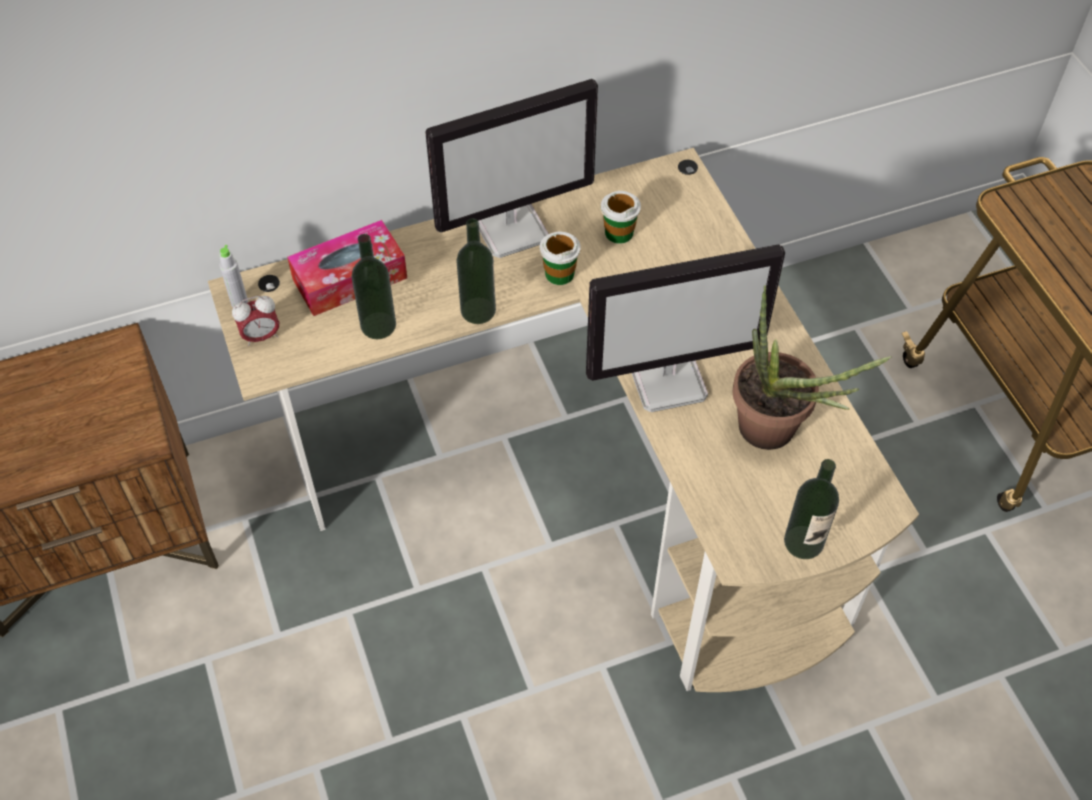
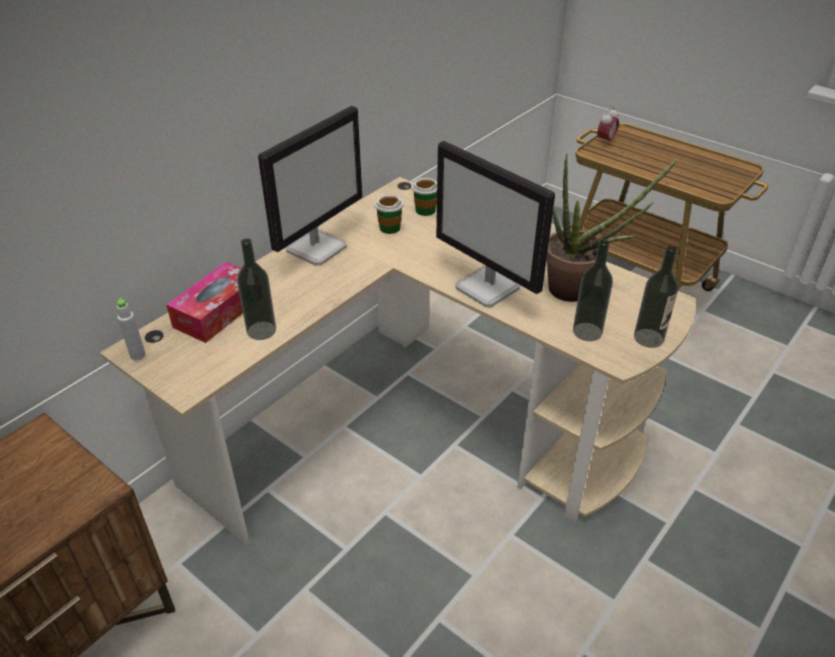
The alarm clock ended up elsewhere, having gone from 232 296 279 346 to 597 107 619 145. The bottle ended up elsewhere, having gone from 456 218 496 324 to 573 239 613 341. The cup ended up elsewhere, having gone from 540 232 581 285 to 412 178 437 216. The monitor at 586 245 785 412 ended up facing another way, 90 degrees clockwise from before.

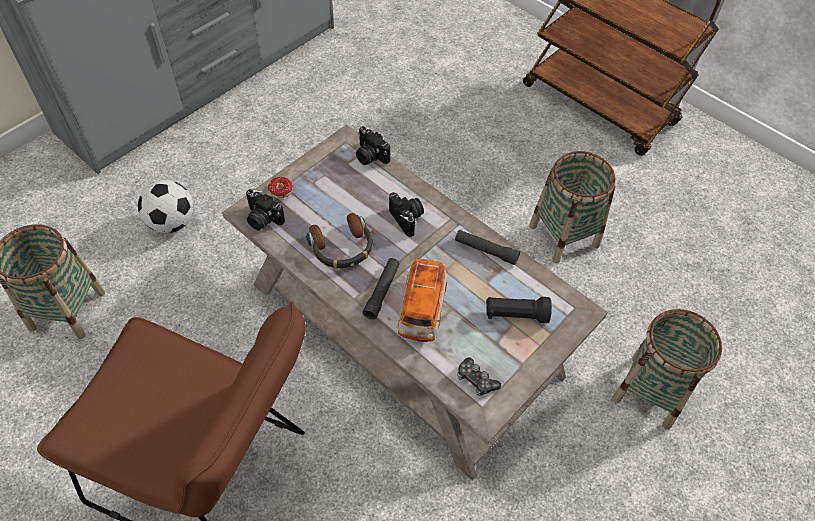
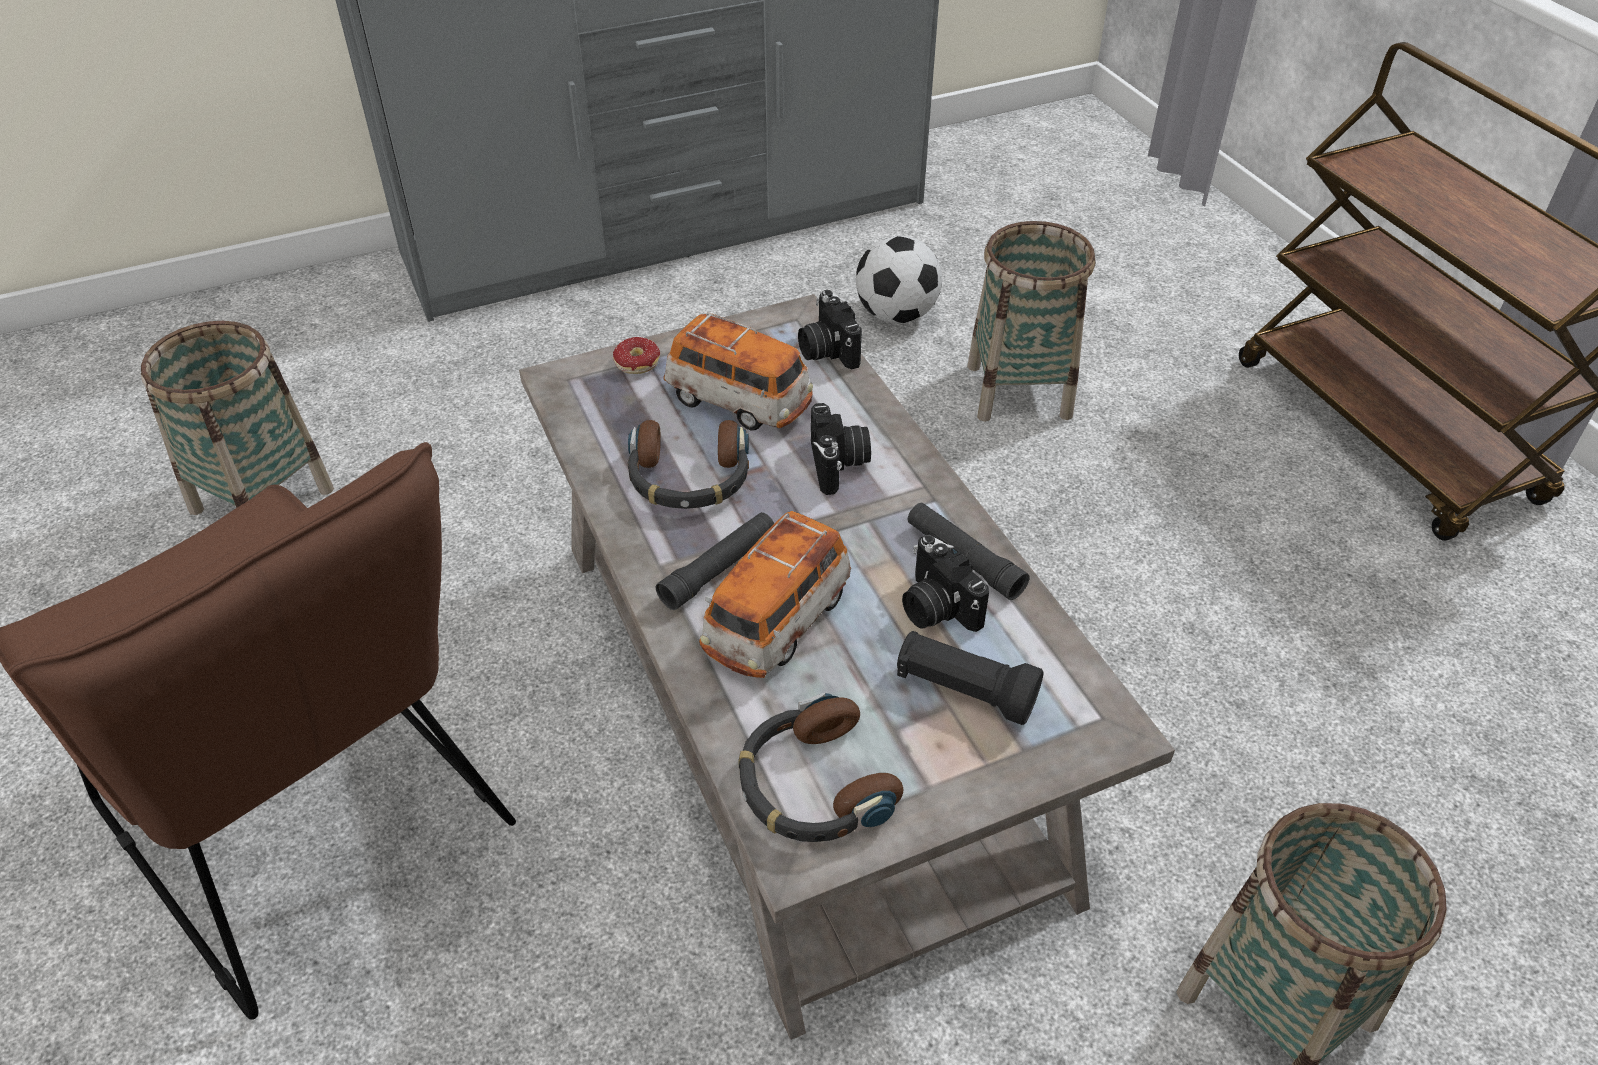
The football ended up elsewhere, having gone from 138 180 194 233 to 856 235 942 323. The photo camera ended up elsewhere, having gone from 245 189 285 231 to 902 535 989 632. Where the game controller stood at 457 357 501 396, the headphones came to stand at 738 693 903 842. The basket ended up elsewhere, having gone from 529 151 615 263 to 967 221 1095 421. The second view gained the toy car at 663 312 813 431.

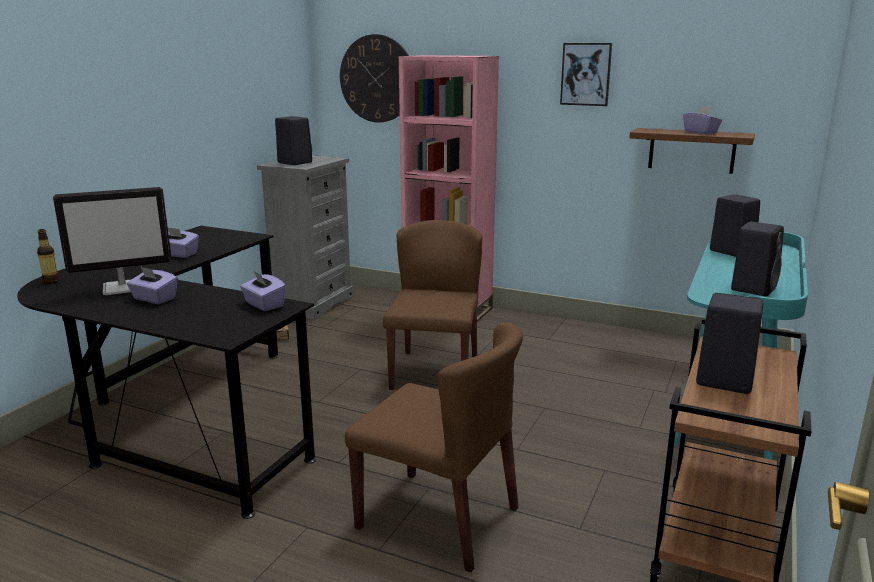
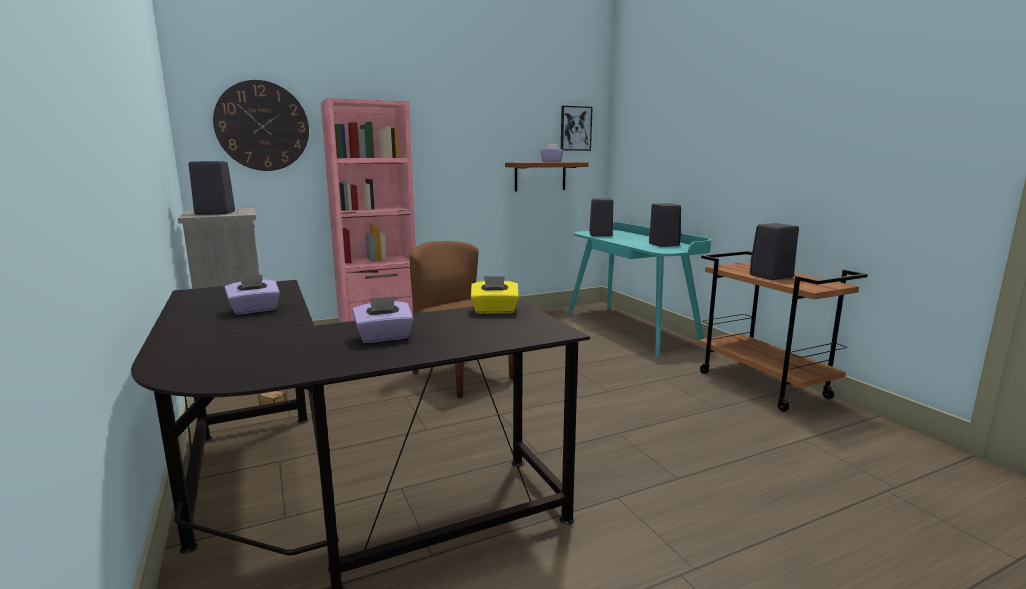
The second view lost the bottle at 37 229 59 284. The second view lost the monitor at 53 187 172 295. What was the tissue box (purple) at 240 270 286 311 turned into the tissue box (yellow) at 471 276 519 314. The second view lost the chair (brown) at 345 323 523 573. The picture ended up elsewhere, having gone from 560 43 612 106 to 561 106 593 151.

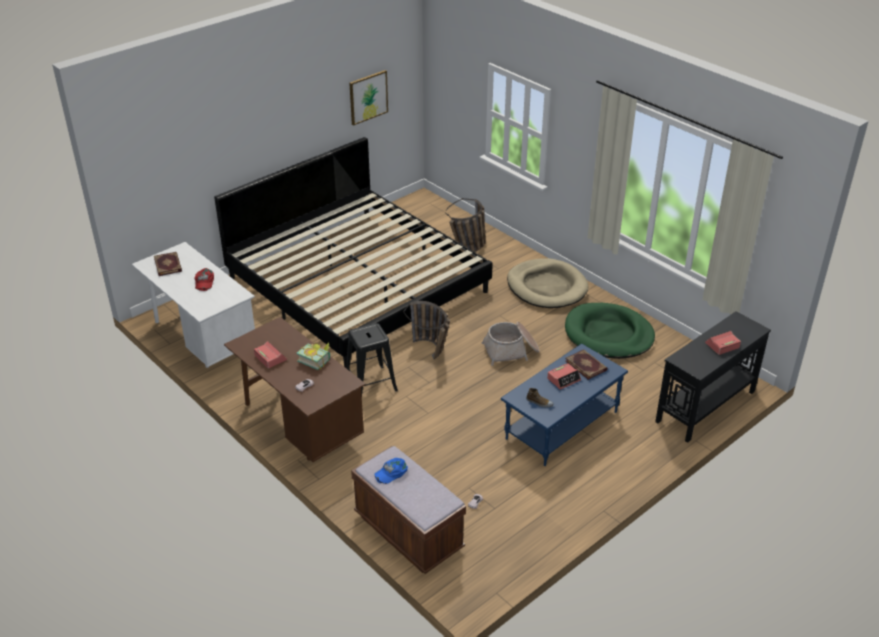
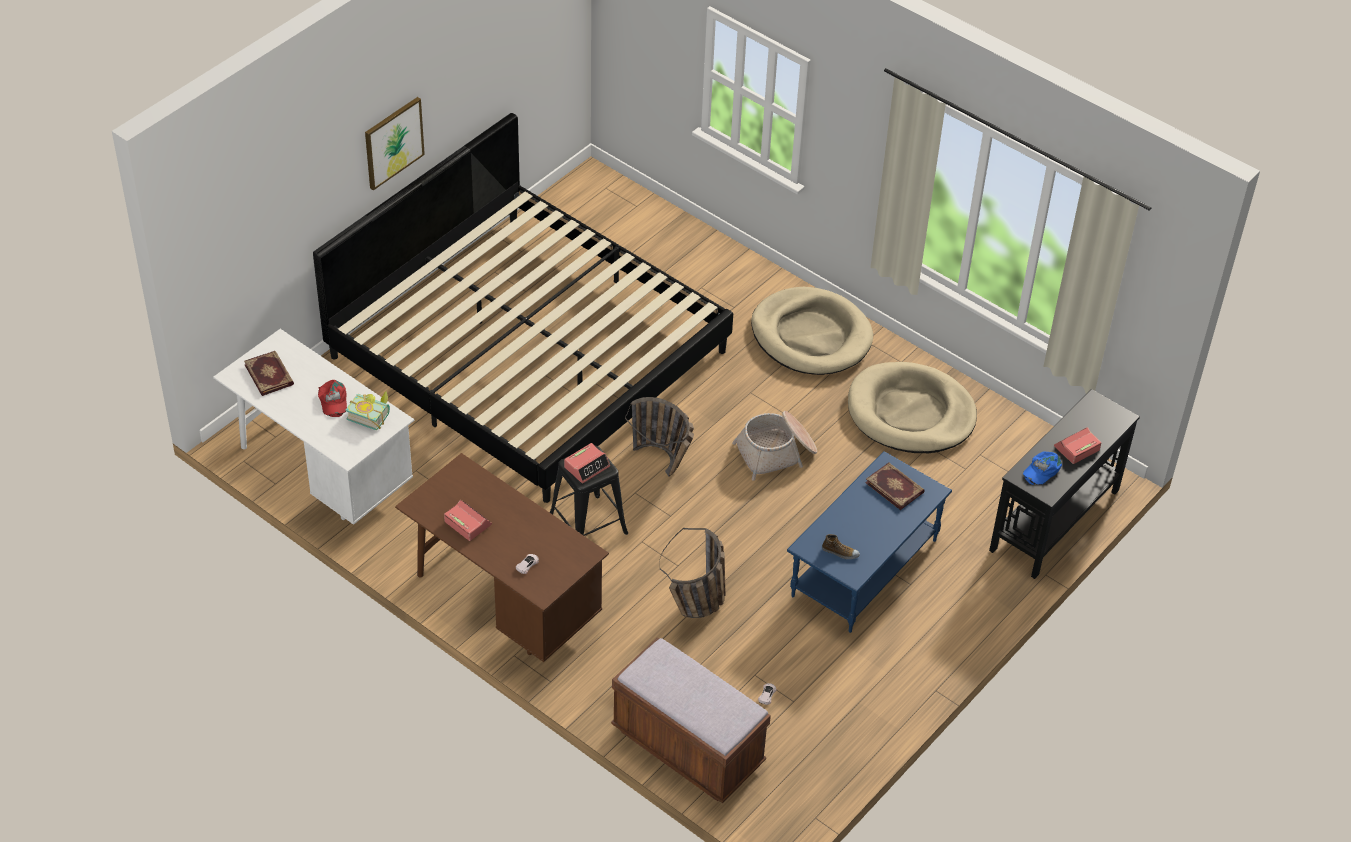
The book ended up elsewhere, having gone from 297 342 330 370 to 345 391 390 431. The picture ended up elsewhere, having gone from 349 70 388 125 to 365 97 425 190. The cap (blue) ended up elsewhere, having gone from 374 458 408 484 to 1023 452 1062 485. The basket ended up elsewhere, having gone from 446 198 486 252 to 659 528 726 618. The alarm clock ended up elsewhere, having gone from 547 363 581 390 to 564 443 610 483. What was the dog bed (green) at 565 303 655 359 turned into the dog bed (beige) at 848 362 977 453.

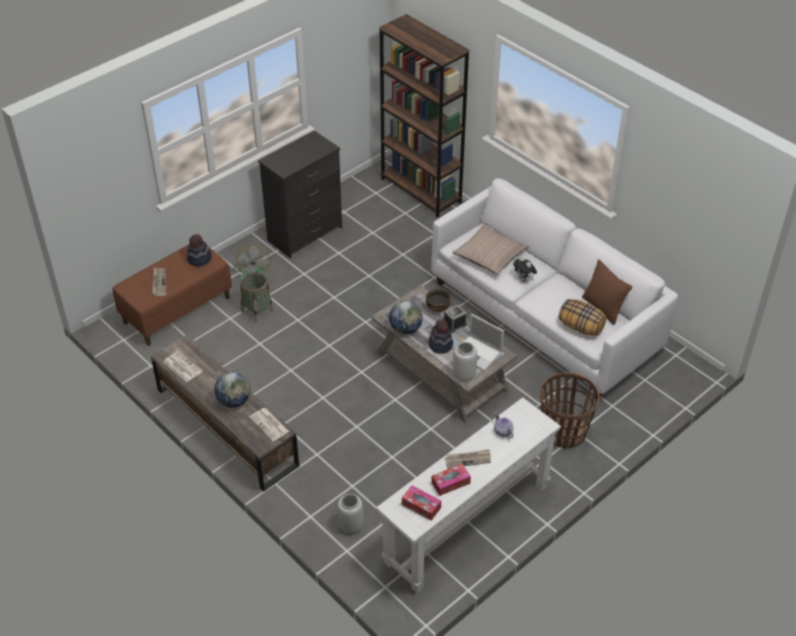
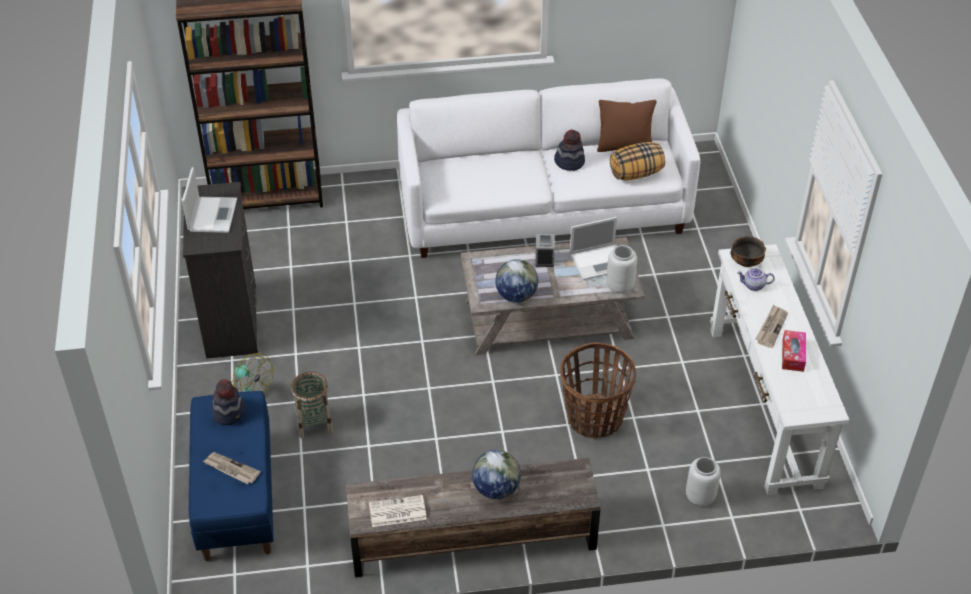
What was the bench (brown) at 113 244 232 346 turned into the bench (blue) at 189 391 274 561. The second view lost the newspaper at 249 408 289 441. The second view lost the tissue box at 402 485 441 520. The bowl ended up elsewhere, having gone from 426 288 451 312 to 730 236 766 267. The hat ended up elsewhere, having gone from 428 319 453 354 to 554 130 585 171. The second view lost the pillow at 452 225 529 275. The second view lost the plush toy at 513 257 537 282. The basket ended up elsewhere, having gone from 540 373 600 449 to 560 342 636 438. The second view gained the laptop at 182 167 237 233.

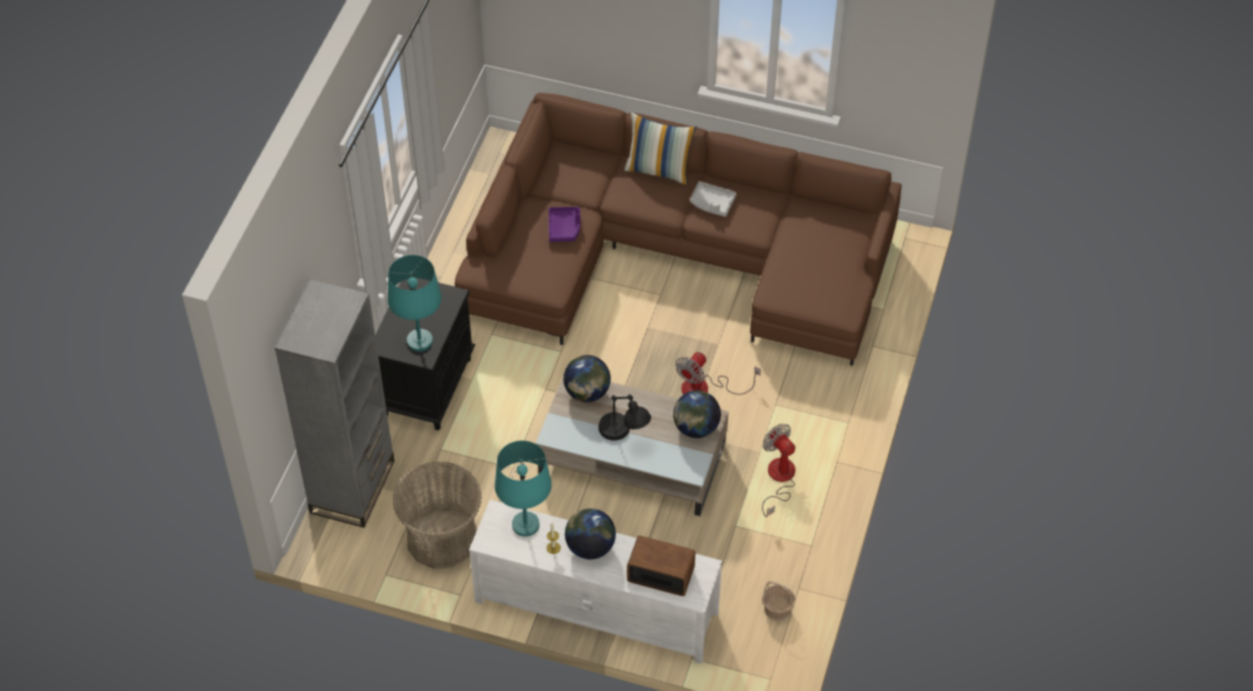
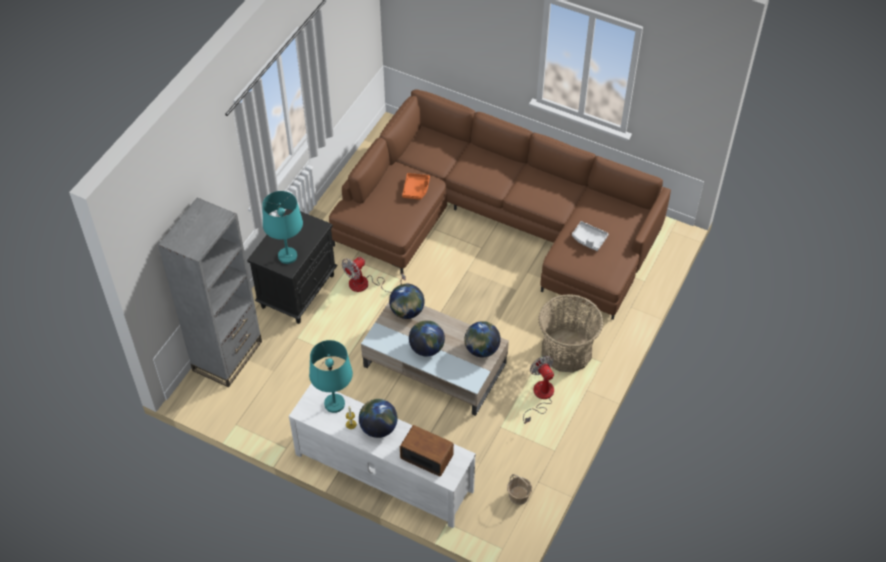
The basket ended up elsewhere, having gone from 392 461 482 569 to 538 294 603 372. What was the tray (purple) at 549 207 581 242 turned into the tray (orange) at 402 173 430 200. Where the table lamp (black) stood at 598 394 651 441, the globe came to stand at 409 320 445 356. The second view lost the pillow at 624 112 696 185. The fan ended up elsewhere, having gone from 675 352 761 395 to 342 257 406 292. The tray (grey) ended up elsewhere, having gone from 690 181 736 217 to 572 221 608 251.

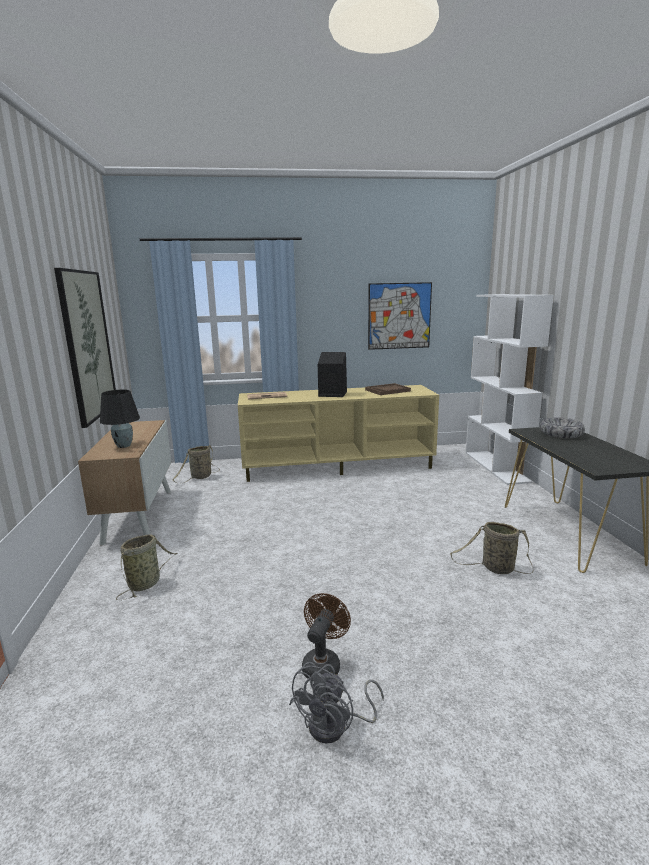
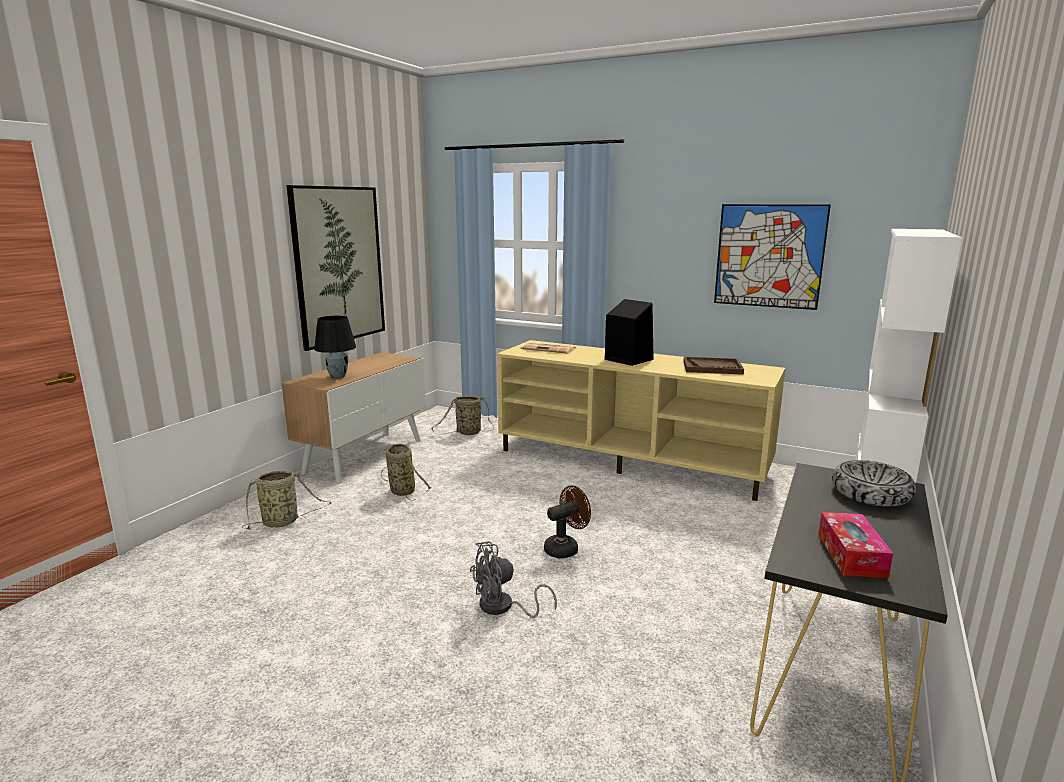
The fan (grey) ended up elsewhere, having gone from 289 662 384 744 to 470 541 557 618. The fan (brown) ended up elsewhere, having gone from 302 593 351 679 to 544 485 591 558. The basket ended up elsewhere, having gone from 450 522 534 574 to 381 443 431 500. The second view gained the tissue box at 818 512 893 579.

